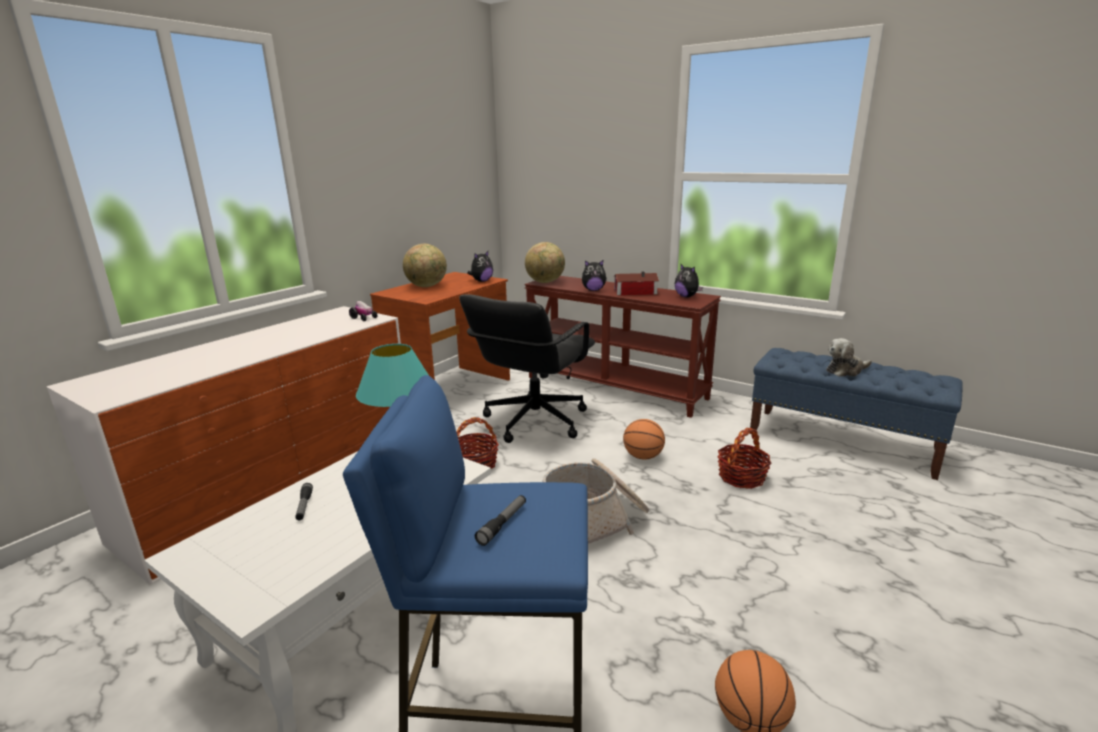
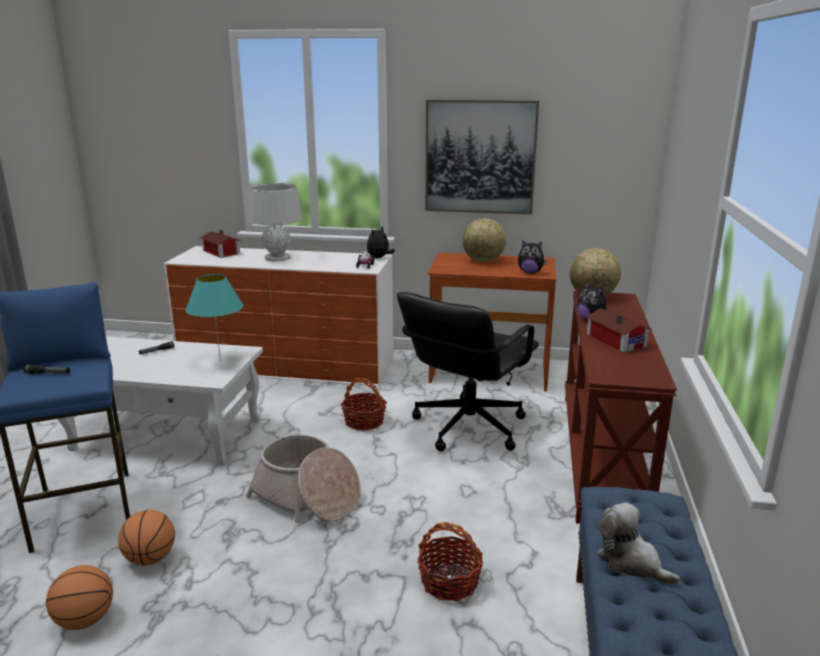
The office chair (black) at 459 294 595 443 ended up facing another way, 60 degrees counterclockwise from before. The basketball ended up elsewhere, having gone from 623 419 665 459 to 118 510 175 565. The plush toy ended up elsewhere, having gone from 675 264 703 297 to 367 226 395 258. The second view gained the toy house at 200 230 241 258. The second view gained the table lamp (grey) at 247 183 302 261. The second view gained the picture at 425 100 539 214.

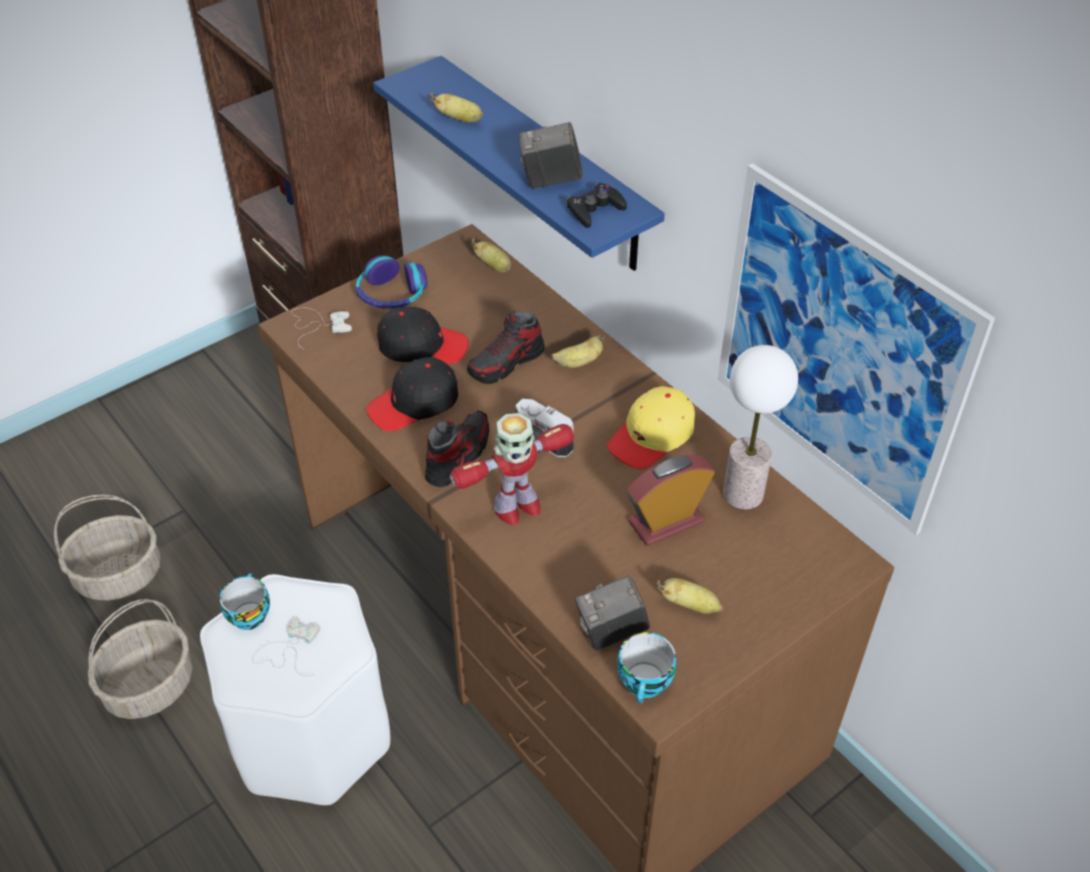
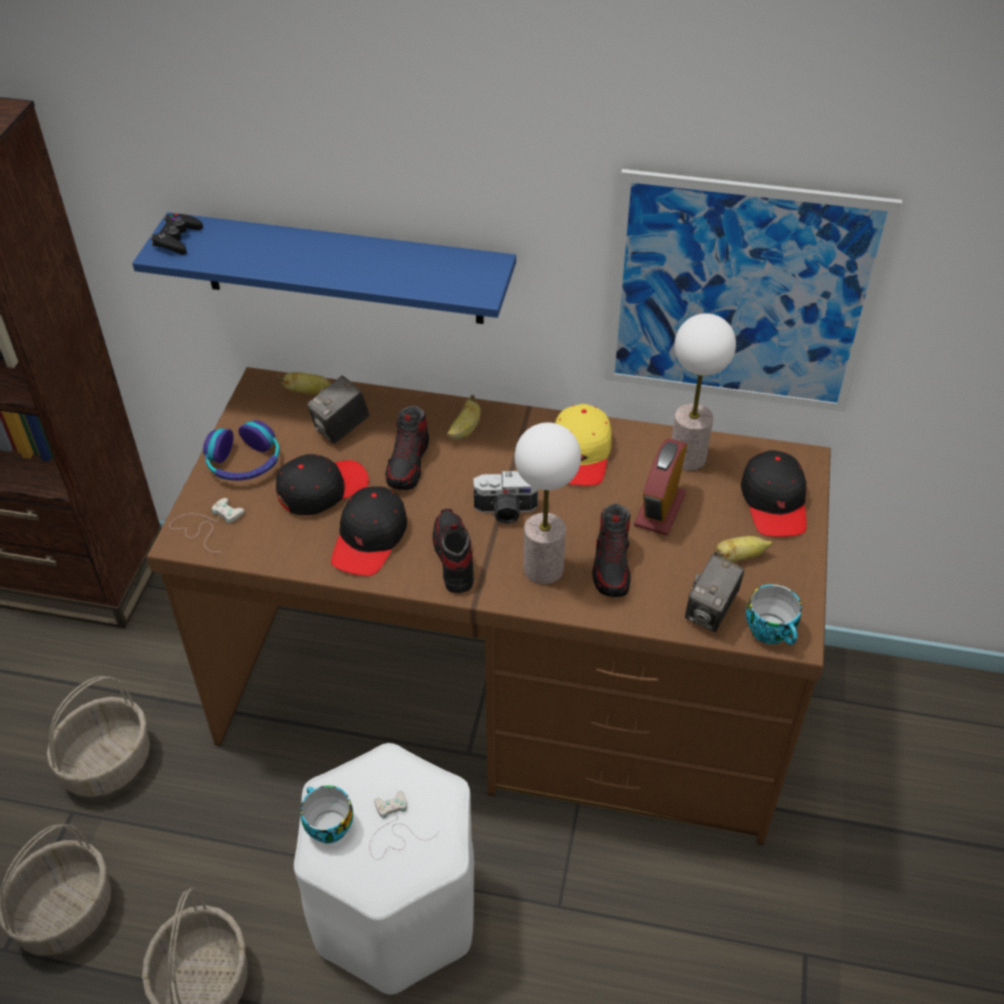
The second view lost the banana at 430 93 483 123. Where the toy robot stood at 450 413 574 525, the table lamp came to stand at 515 422 581 584. The photo camera ended up elsewhere, having gone from 519 122 583 189 to 307 376 370 444. The game controller (black) ended up elsewhere, having gone from 567 183 627 228 to 150 214 203 255. The second view gained the basket at 47 676 150 797. The second view gained the shoe at 592 503 631 597. The second view gained the cap (black) at 741 450 807 537.

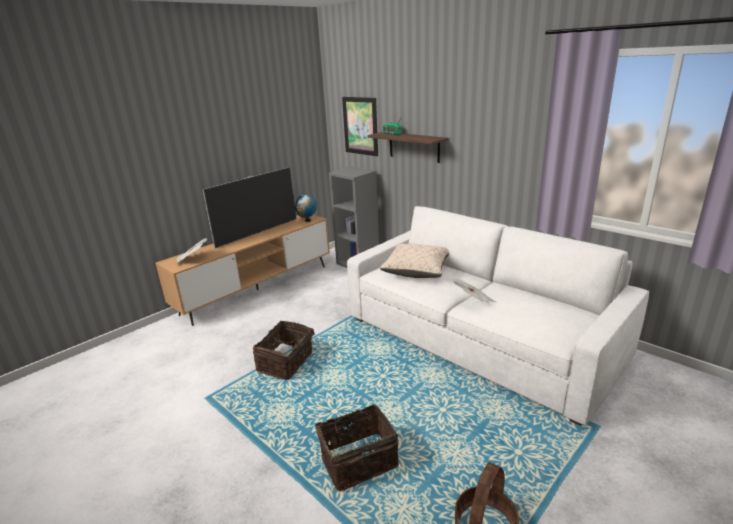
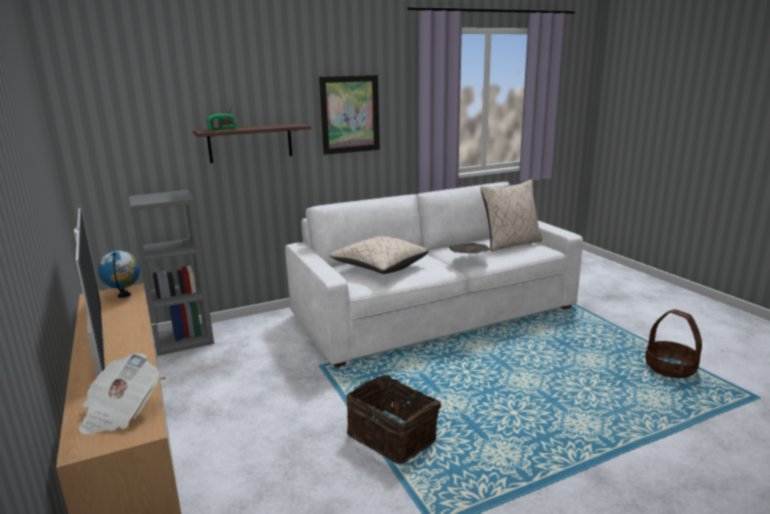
The second view lost the basket at 315 404 399 491. The picture ended up elsewhere, having gone from 342 97 378 156 to 319 75 380 155. The second view gained the pillow (beige) at 480 179 542 251.

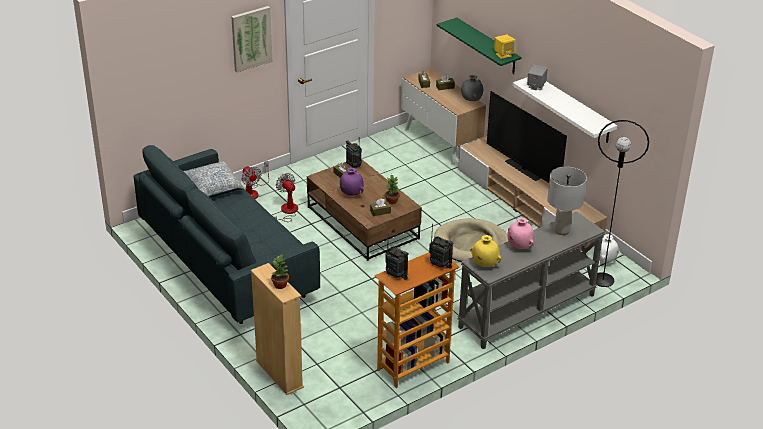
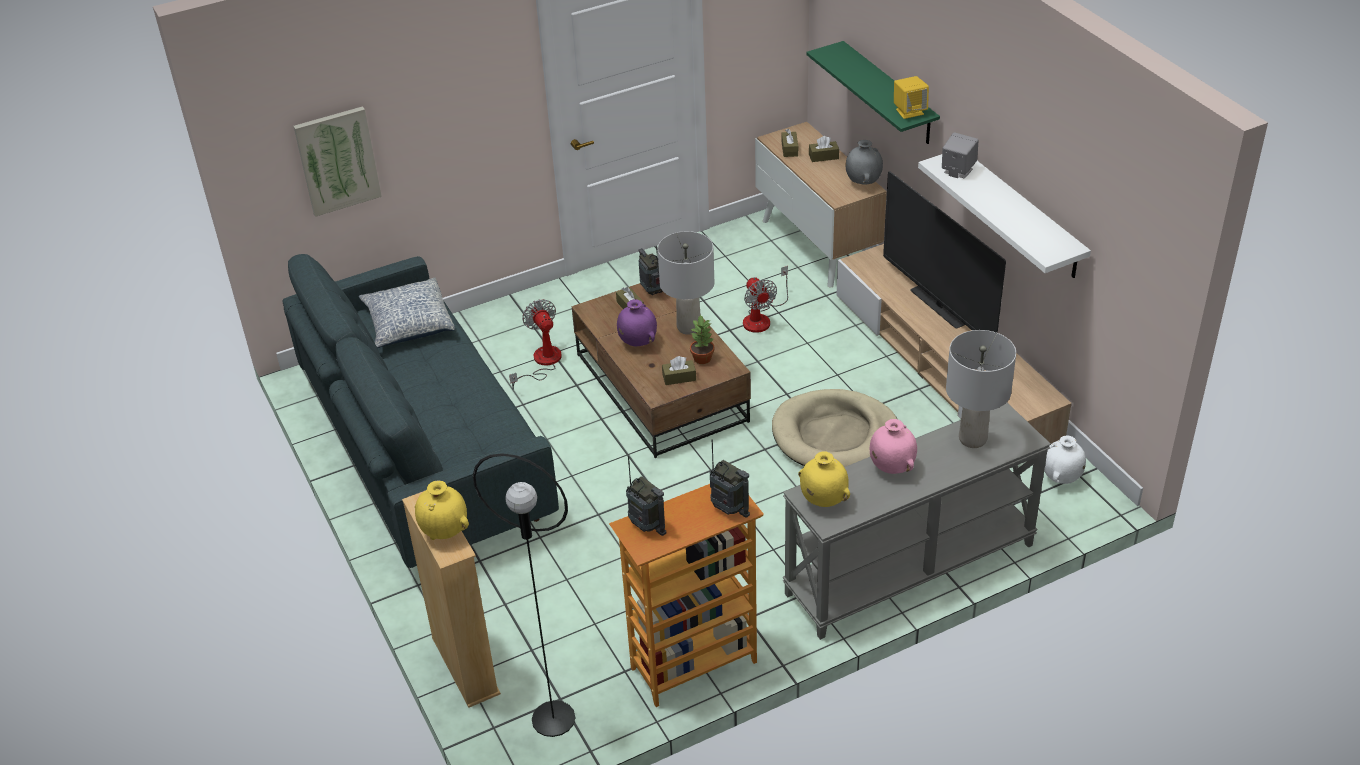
The picture ended up elsewhere, having gone from 231 6 273 73 to 293 106 382 217. The fan ended up elsewhere, having gone from 241 161 269 199 to 743 266 788 333. Where the potted plant stood at 271 254 289 289, the vase (yellow) came to stand at 415 480 469 540. The floor lamp (black) ended up elsewhere, having gone from 596 120 649 287 to 473 453 575 737. The second view gained the table lamp (grey) at 658 231 714 335.

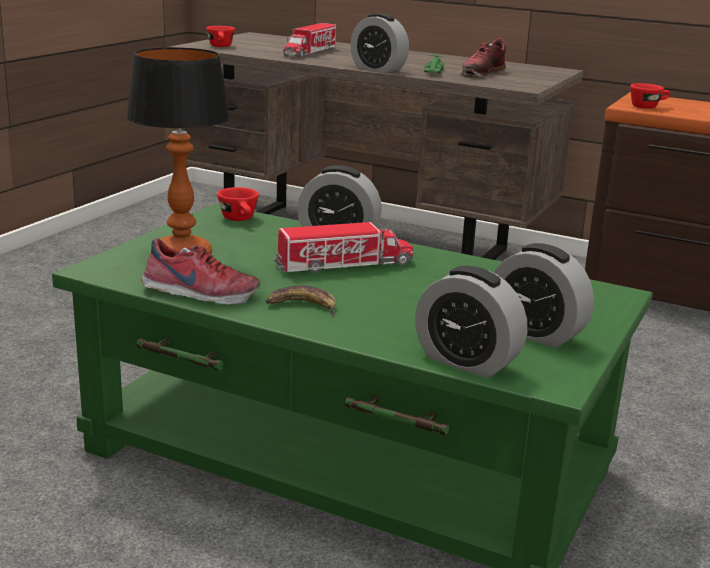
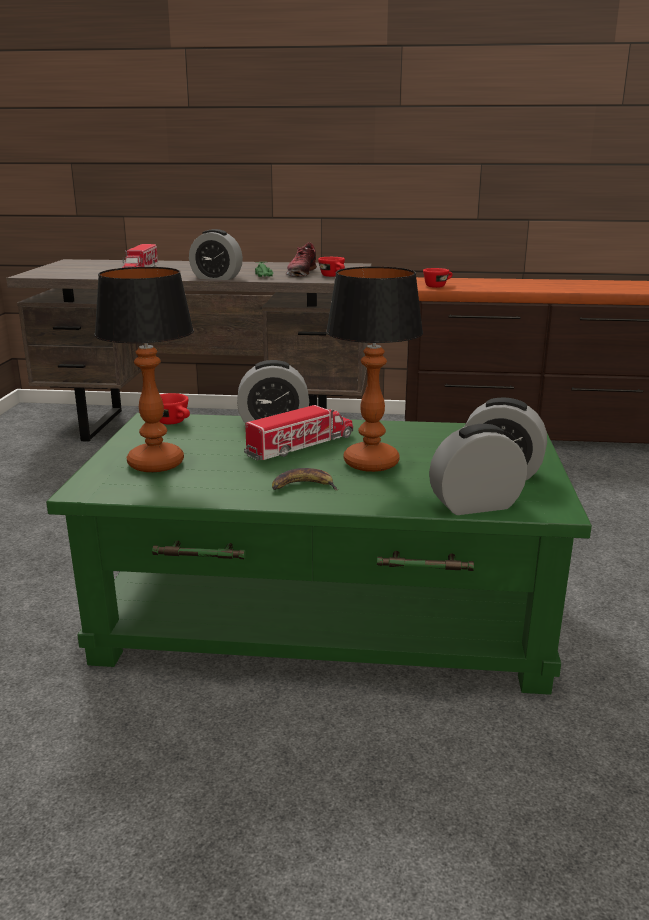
The second view lost the shoe at 141 238 260 305. The cup (red) ended up elsewhere, having gone from 206 26 235 47 to 318 257 345 277. The alarm clock at 415 266 527 378 ended up facing another way, 150 degrees clockwise from before. The second view gained the table lamp at 326 266 423 472.

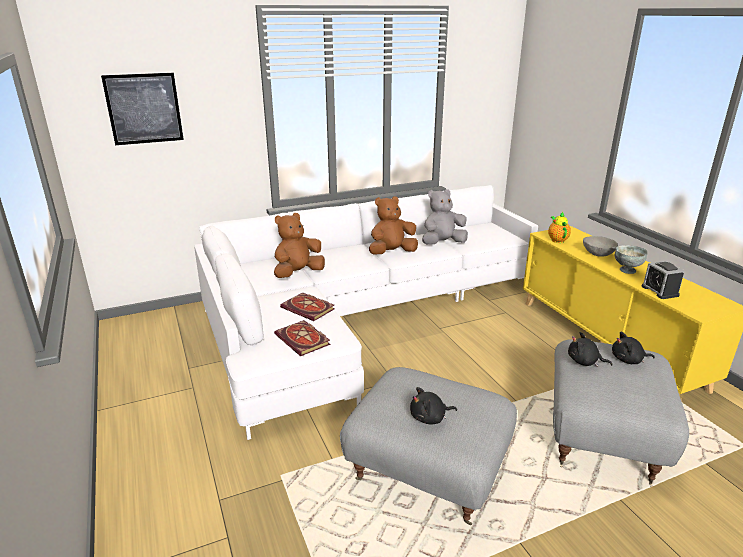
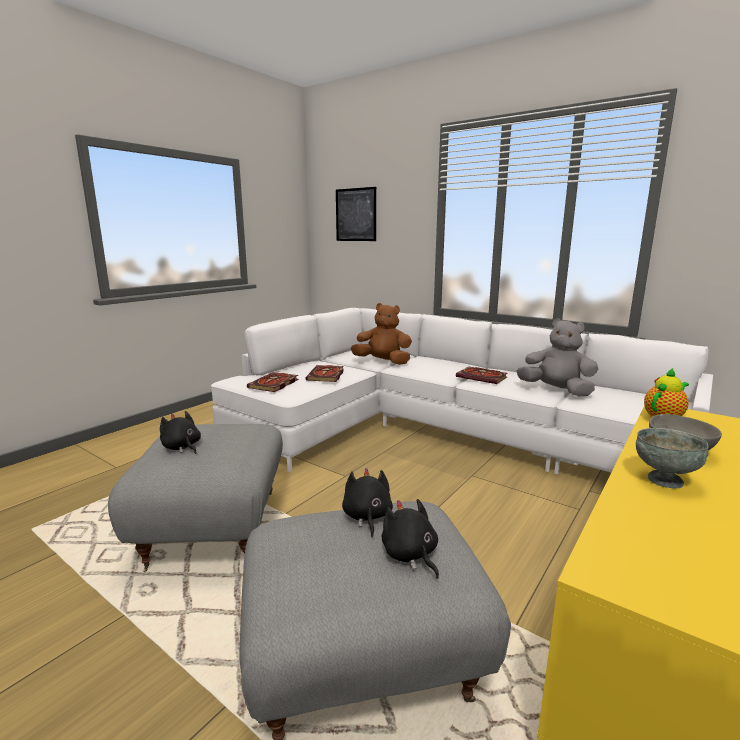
Where the plush toy (brown) stood at 369 196 418 254, the book came to stand at 456 366 507 384. The second view lost the alarm clock at 642 261 685 299.

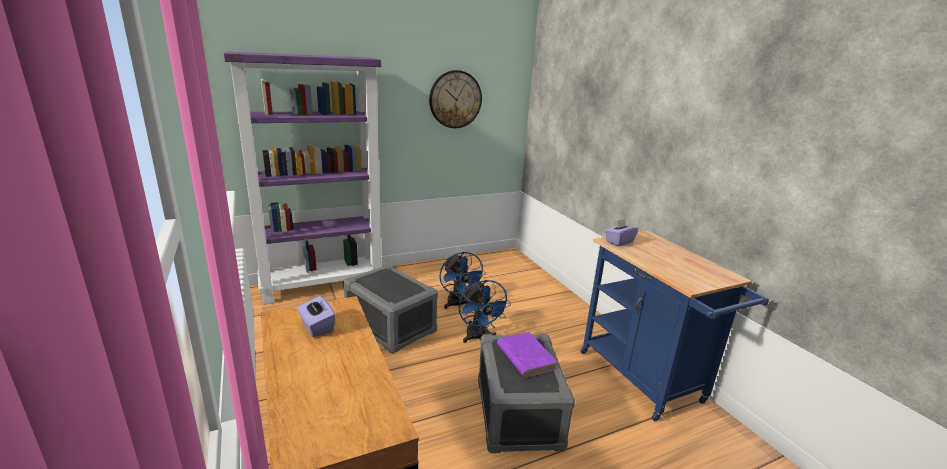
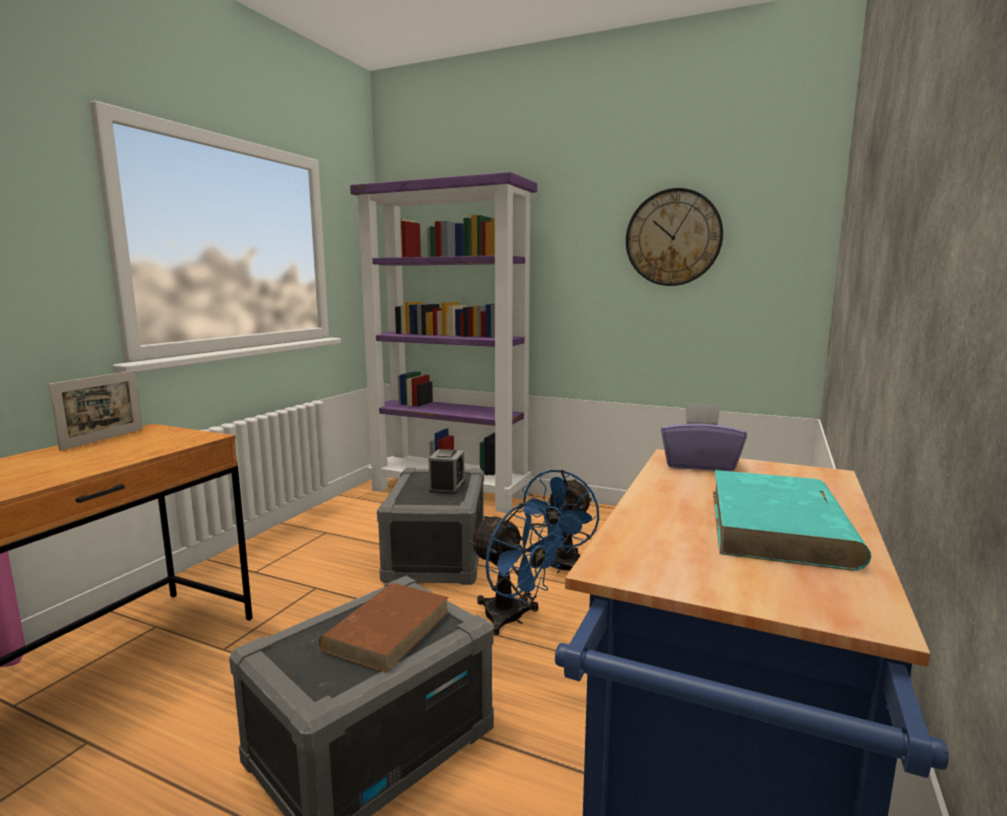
The second view lost the tissue box (purple) at 297 296 336 337. The fan (blue) at 458 280 511 343 ended up facing another way, 75 degrees counterclockwise from before. What was the book (purple) at 497 332 558 378 turned into the book (brown) at 319 583 449 673. The second view gained the picture frame at 49 371 143 451. The second view gained the alarm clock at 429 449 465 495. The second view gained the book (turquoise) at 713 470 871 570.

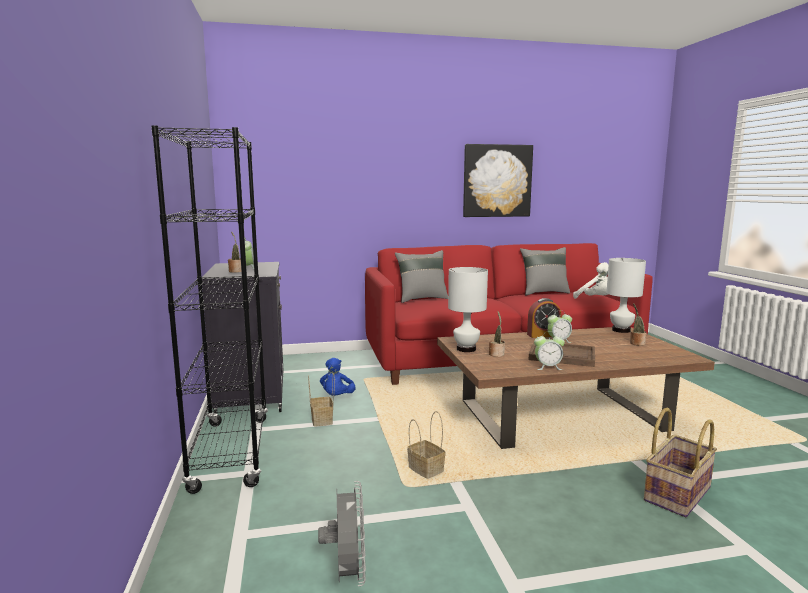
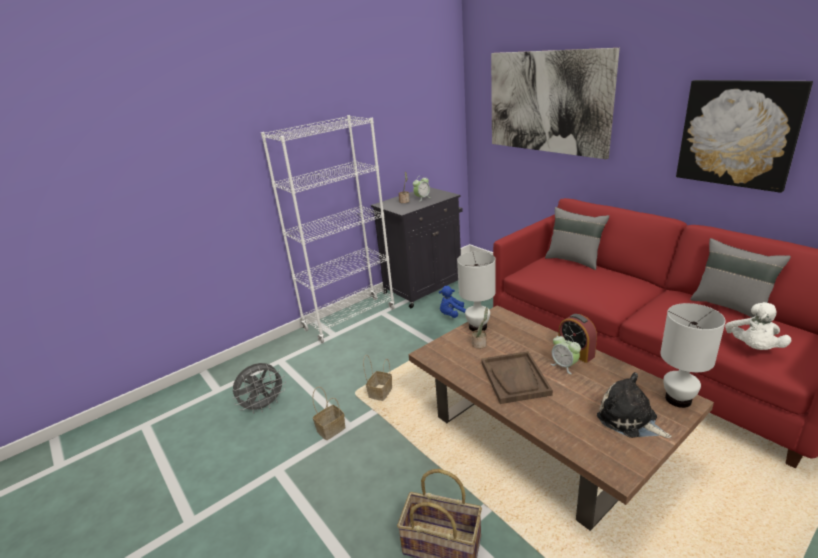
What was the bookcase (black) at 151 125 268 494 turned into the bookcase (white) at 261 115 395 343. The basket ended up elsewhere, having gone from 308 373 335 427 to 312 387 346 440. The second view lost the alarm clock at 534 331 565 370. Where the potted plant stood at 630 303 646 346, the plush toy came to stand at 597 372 672 438. The second view gained the picture at 491 48 620 159.

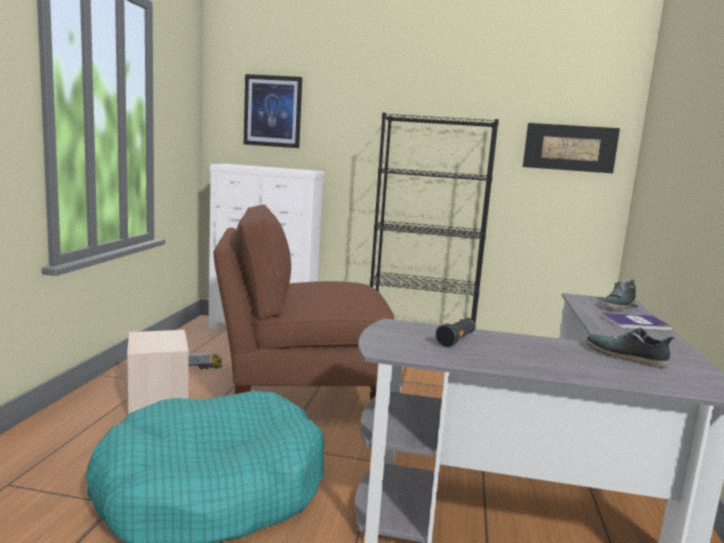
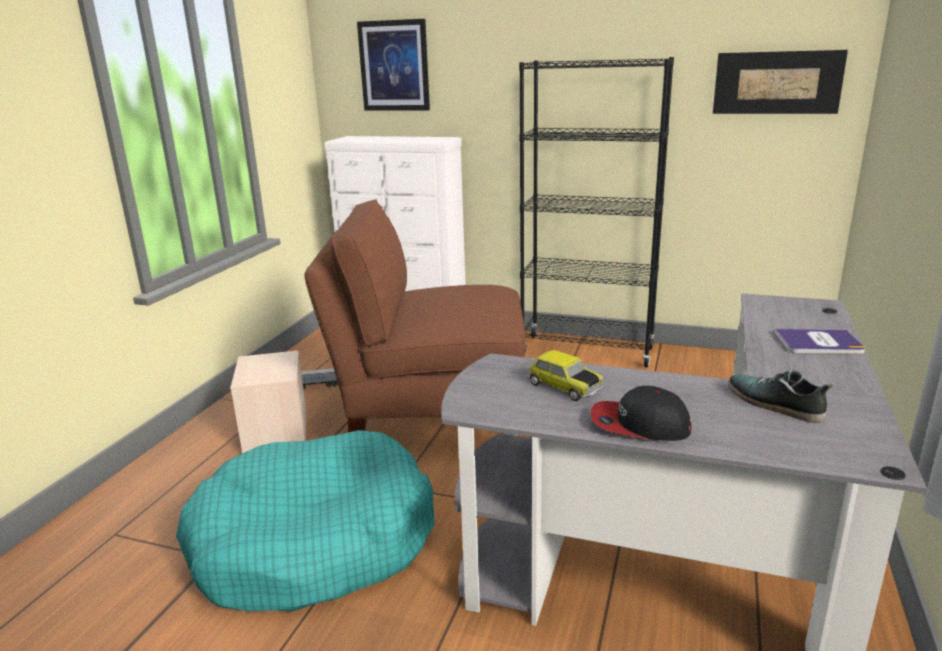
Where the flashlight (black) stood at 435 318 476 347, the toy car came to stand at 528 350 604 401. The second view lost the shoe at 602 280 636 309. The second view gained the cap at 591 386 692 441.

